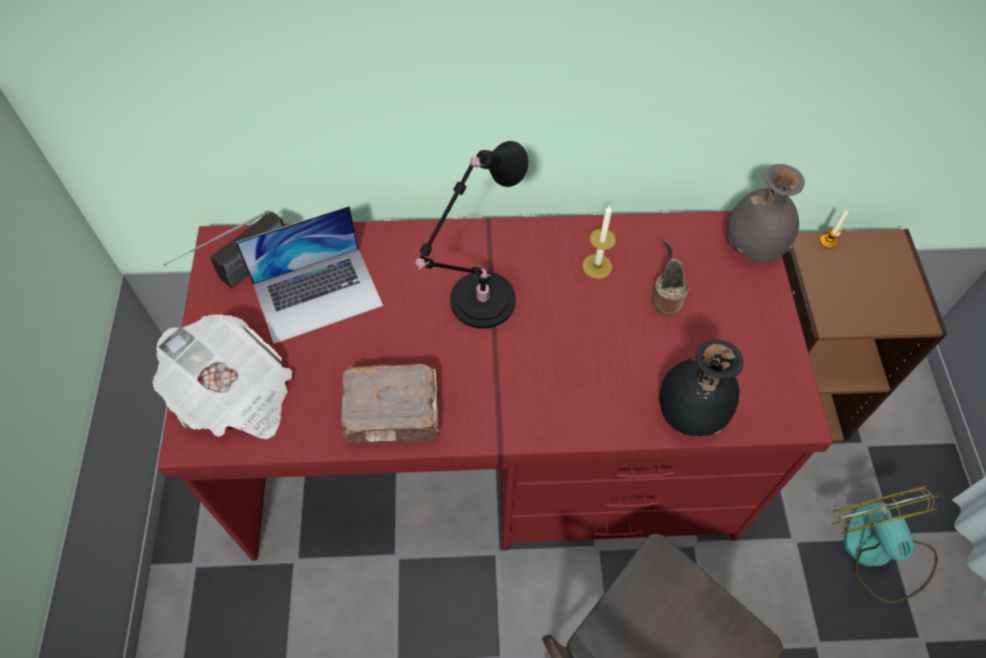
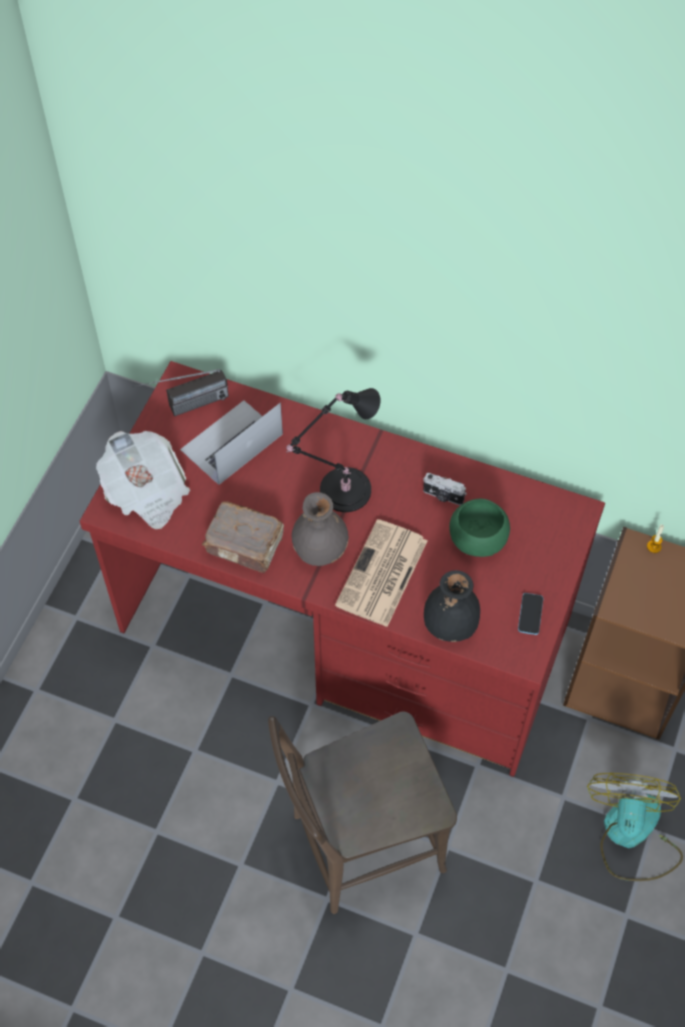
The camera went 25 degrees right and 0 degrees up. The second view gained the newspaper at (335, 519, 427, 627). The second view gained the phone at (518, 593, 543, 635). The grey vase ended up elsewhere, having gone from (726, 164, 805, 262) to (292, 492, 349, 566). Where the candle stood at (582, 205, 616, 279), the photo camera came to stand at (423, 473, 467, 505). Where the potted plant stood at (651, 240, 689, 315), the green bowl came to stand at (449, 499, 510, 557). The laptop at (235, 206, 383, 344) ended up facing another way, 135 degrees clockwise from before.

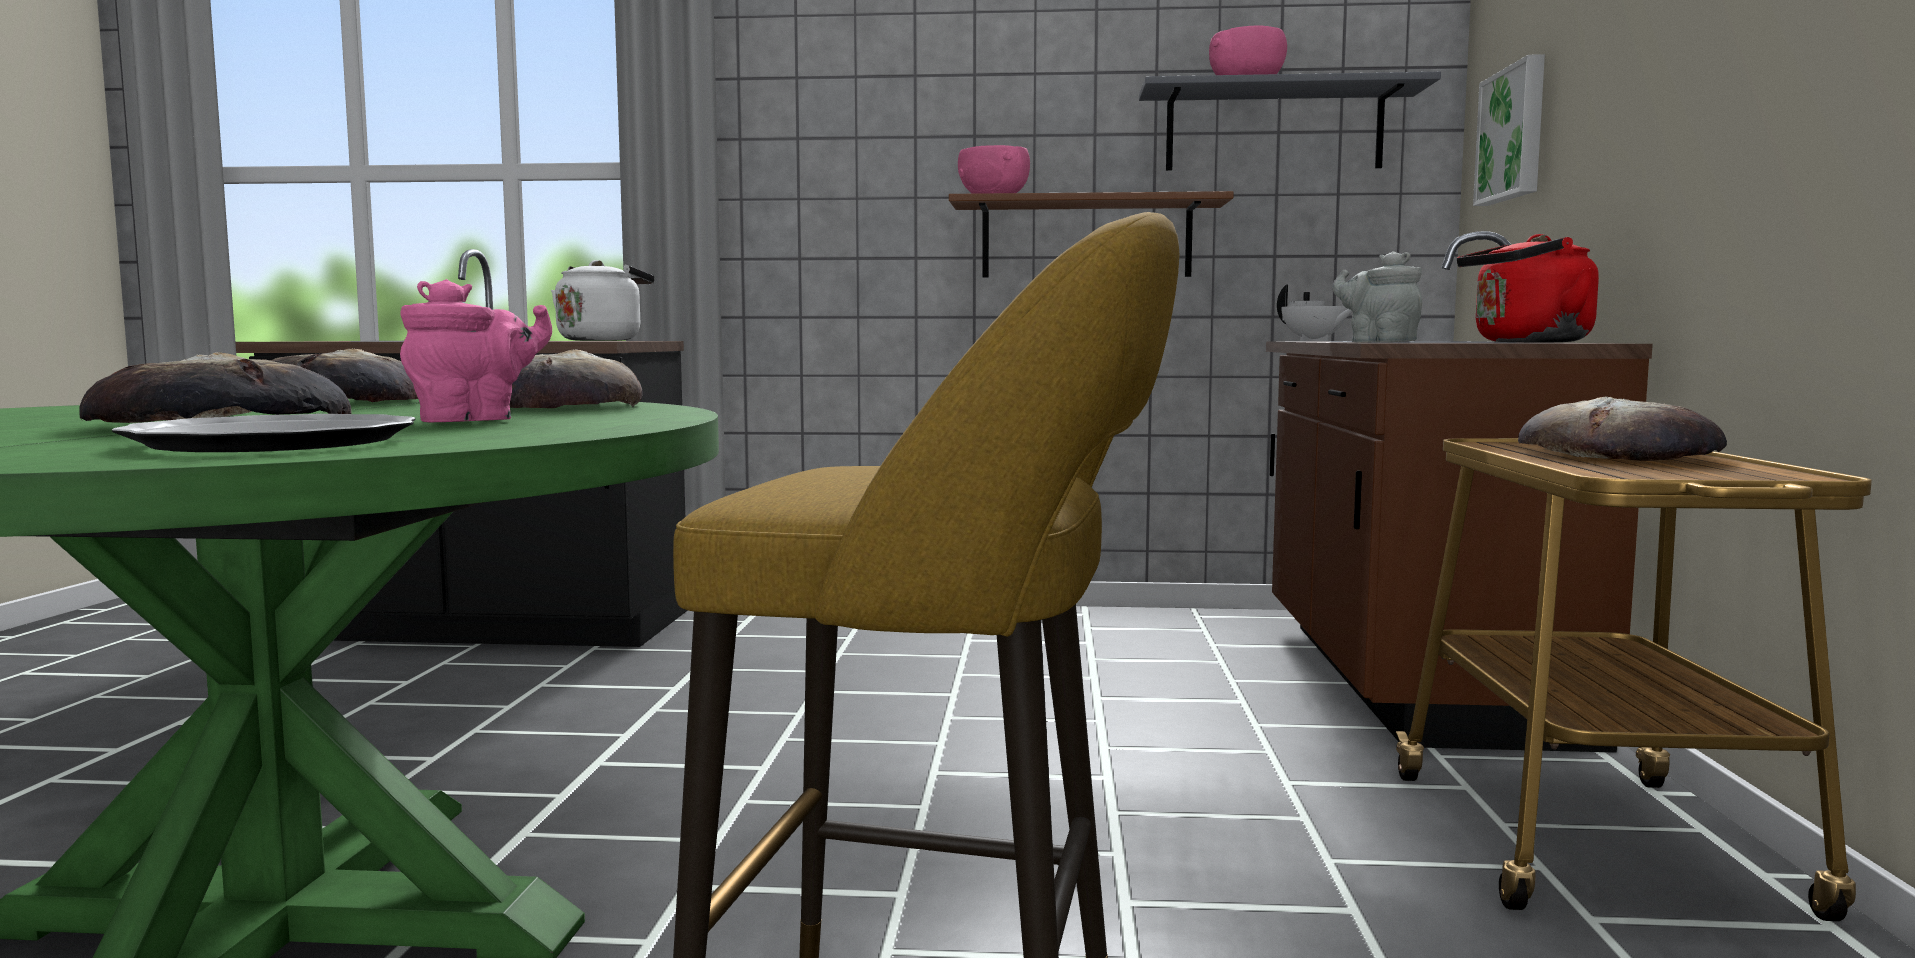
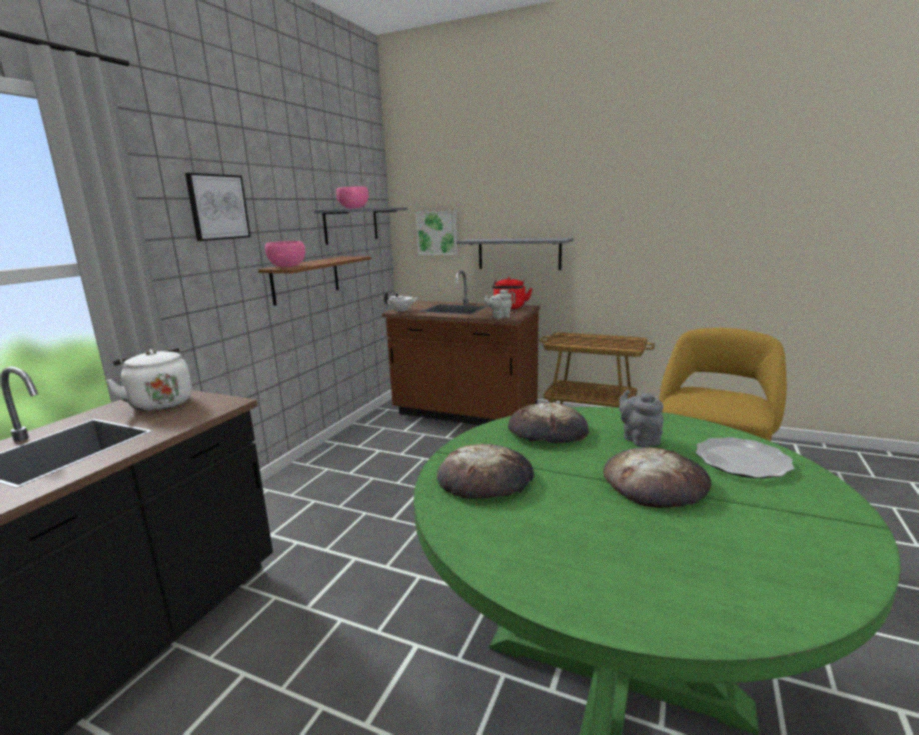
The camera went 70 degrees left and 10 degrees up. The second view lost the bread at (1518, 396, 1727, 461). The second view gained the picture at (185, 173, 251, 241). The second view gained the grey shelf at (456, 238, 574, 270). What was the pink teapot at (400, 279, 552, 422) turned into the grey teapot at (619, 390, 664, 447).

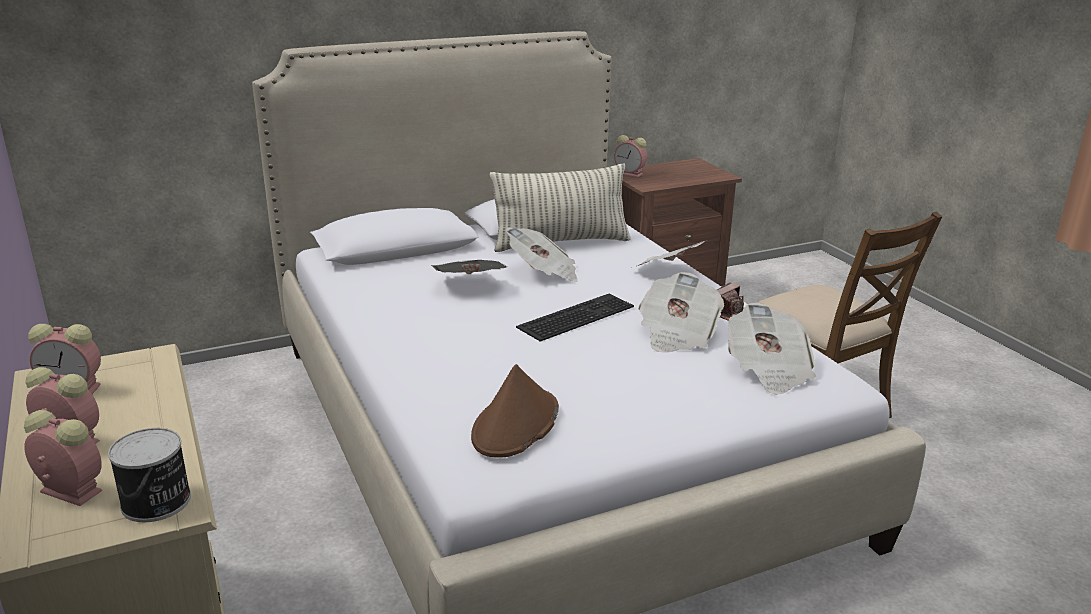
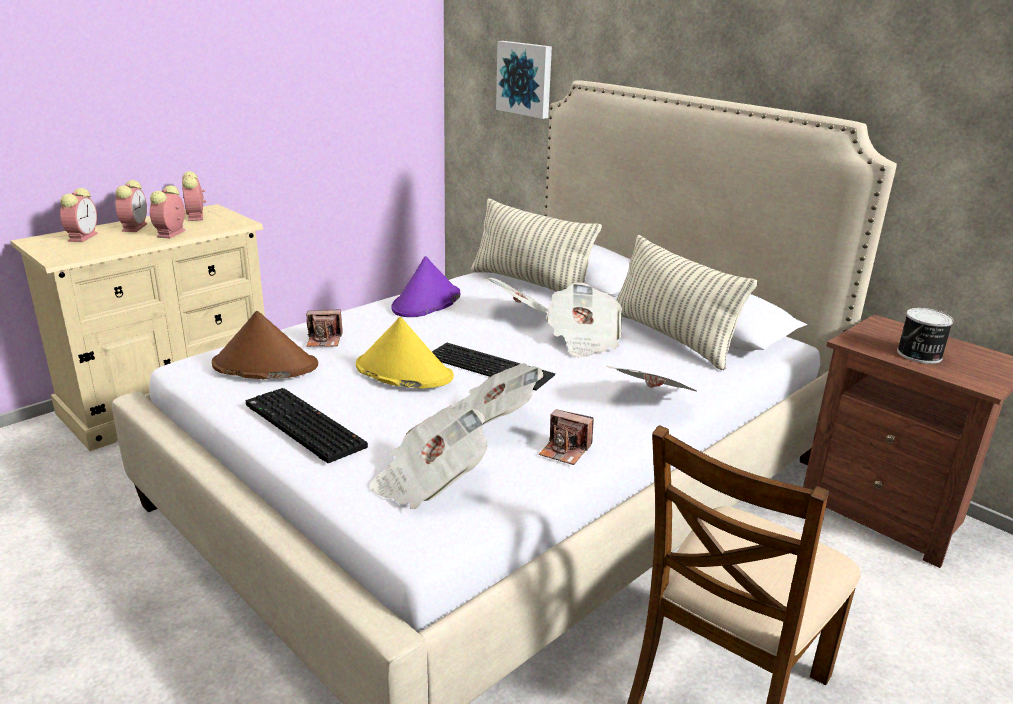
The camera went 70 degrees right and 0 degrees up. The second view gained the keyboard at (246, 388, 368, 463). The second view gained the photo camera at (306, 309, 343, 347). The second view gained the yellow hat at (356, 317, 454, 388). The second view gained the purple hat at (391, 256, 460, 317). The second view gained the pillow at (471, 198, 602, 292). The second view gained the picture at (496, 41, 552, 119). The can ended up elsewhere, having gone from (108, 428, 191, 522) to (897, 308, 954, 364). The alarm clock ended up elsewhere, having gone from (614, 135, 647, 178) to (150, 185, 185, 238).

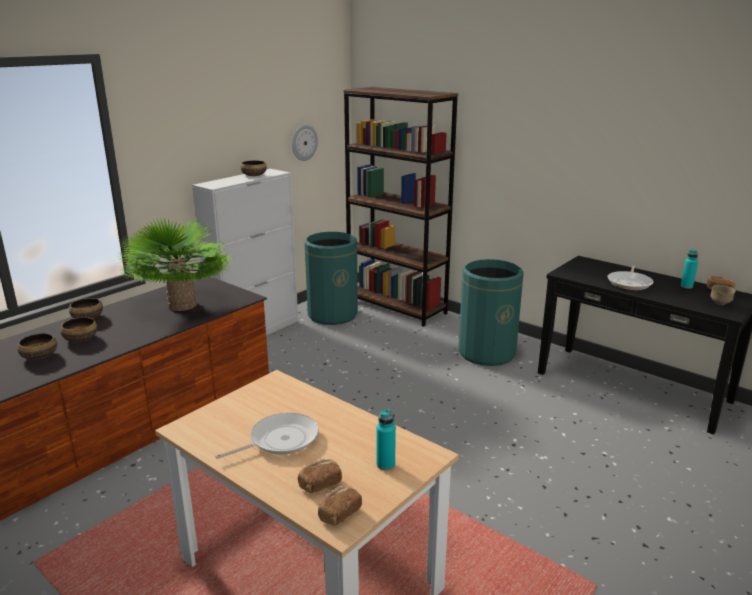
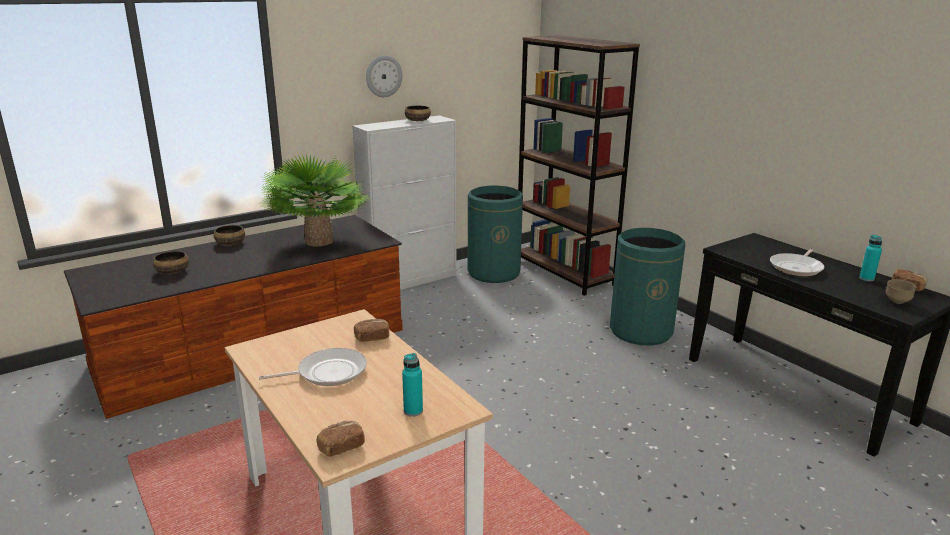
The camera went 15 degrees right and 0 degrees up. The second view lost the bowl at (60, 317, 97, 342). The wall clock ended up elsewhere, having gone from (292, 125, 318, 161) to (366, 55, 402, 97). The bread ended up elsewhere, having gone from (298, 459, 342, 493) to (354, 319, 389, 342).

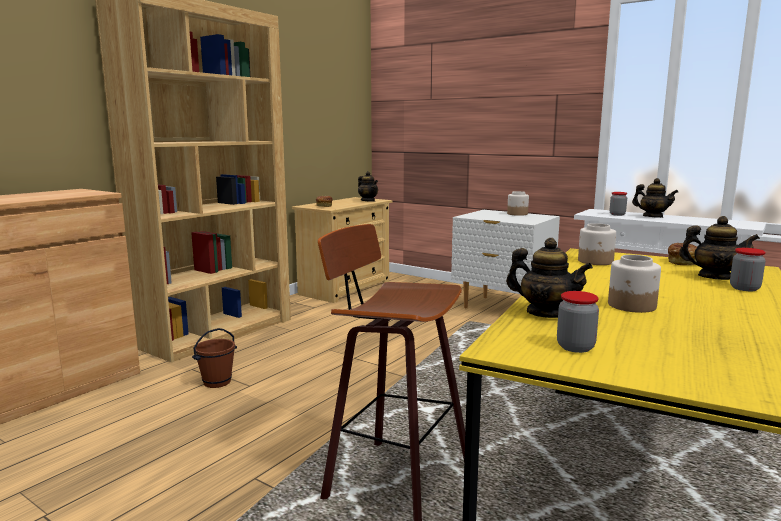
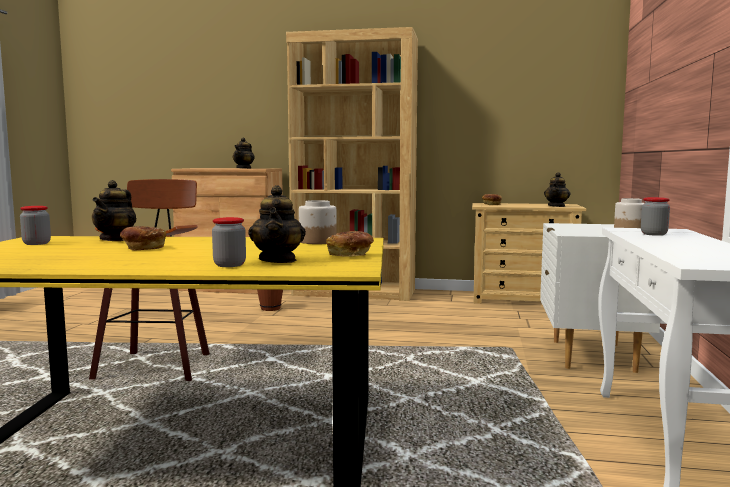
The camera went 65 degrees right and 5 degrees down. The teapot ended up elsewhere, having gone from (632, 178, 678, 218) to (233, 137, 255, 169). Where the jar stood at (608, 255, 661, 313), the bread came to stand at (120, 226, 166, 250).

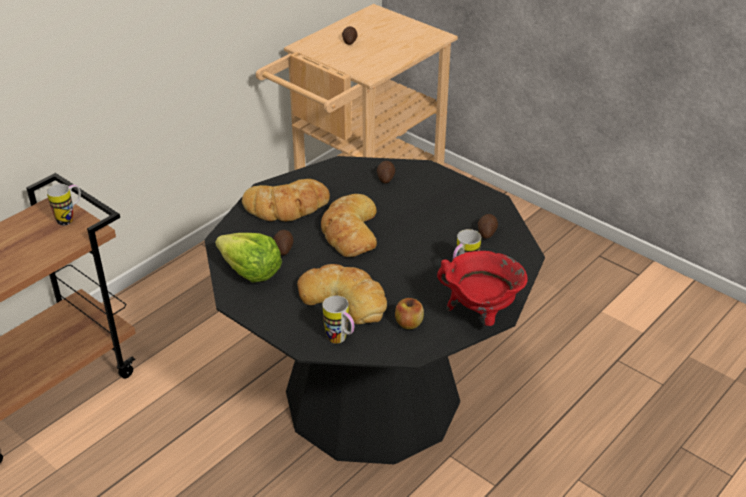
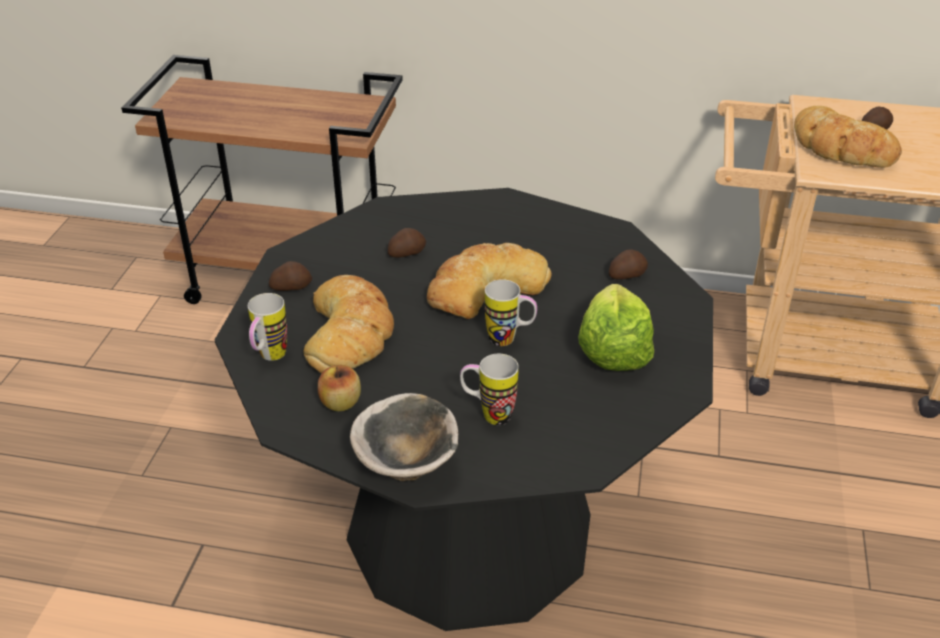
The camera went 60 degrees right and 0 degrees up. The mug ended up elsewhere, having gone from (47, 184, 81, 225) to (485, 279, 537, 346). The lettuce ended up elsewhere, having gone from (215, 233, 282, 282) to (578, 284, 654, 371). The bread ended up elsewhere, having gone from (242, 179, 330, 221) to (794, 106, 902, 168). The potato ended up elsewhere, having gone from (478, 214, 498, 239) to (269, 261, 312, 291). Where the red cooking pot stood at (437, 251, 528, 326), the bowl came to stand at (350, 393, 458, 481).

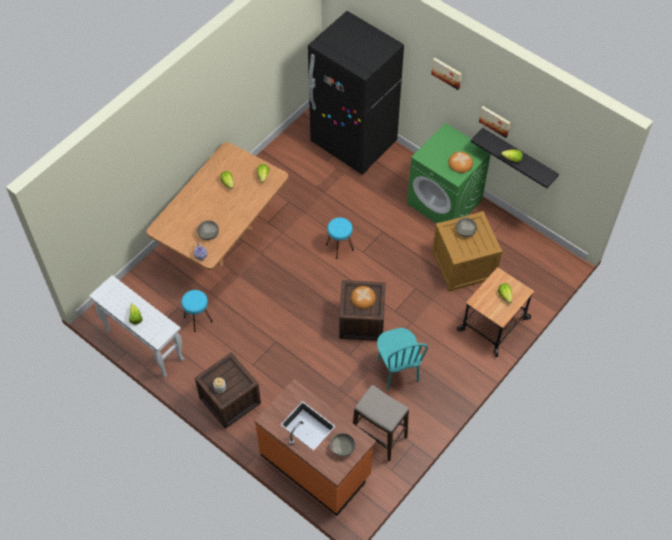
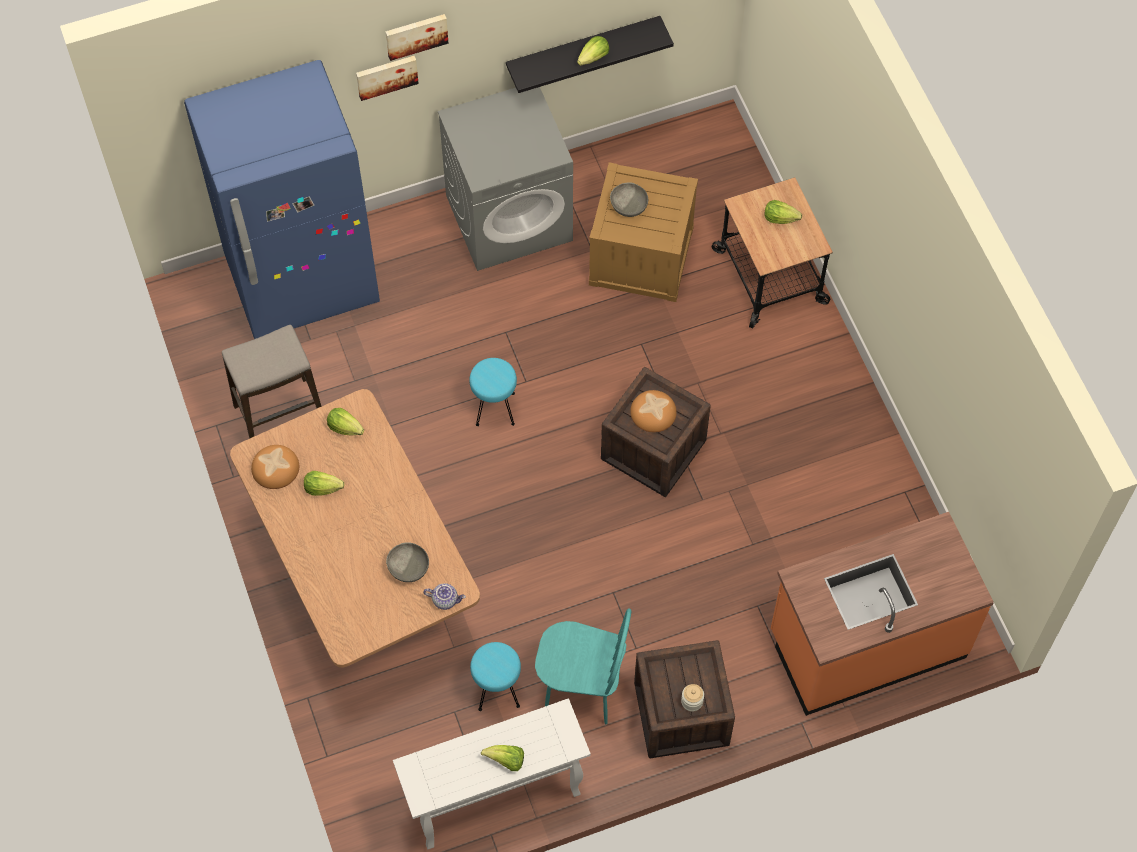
The camera went 60 degrees left and 5 degrees up. The second view lost the grey bowl at (330, 433, 355, 457). The stool ended up elsewhere, having gone from (353, 385, 409, 462) to (222, 325, 322, 439). The turquoise chair ended up elsewhere, having gone from (377, 328, 428, 391) to (535, 608, 631, 724). The bread ended up elsewhere, having gone from (448, 152, 473, 173) to (251, 445, 299, 489). The picture ended up elsewhere, having gone from (479, 106, 511, 138) to (356, 56, 419, 101). What was the black fridge at (308, 11, 404, 175) turned into the blue fridge at (184, 60, 380, 339). What was the green washing machine at (407, 123, 491, 223) turned into the grey washing machine at (438, 87, 573, 271).

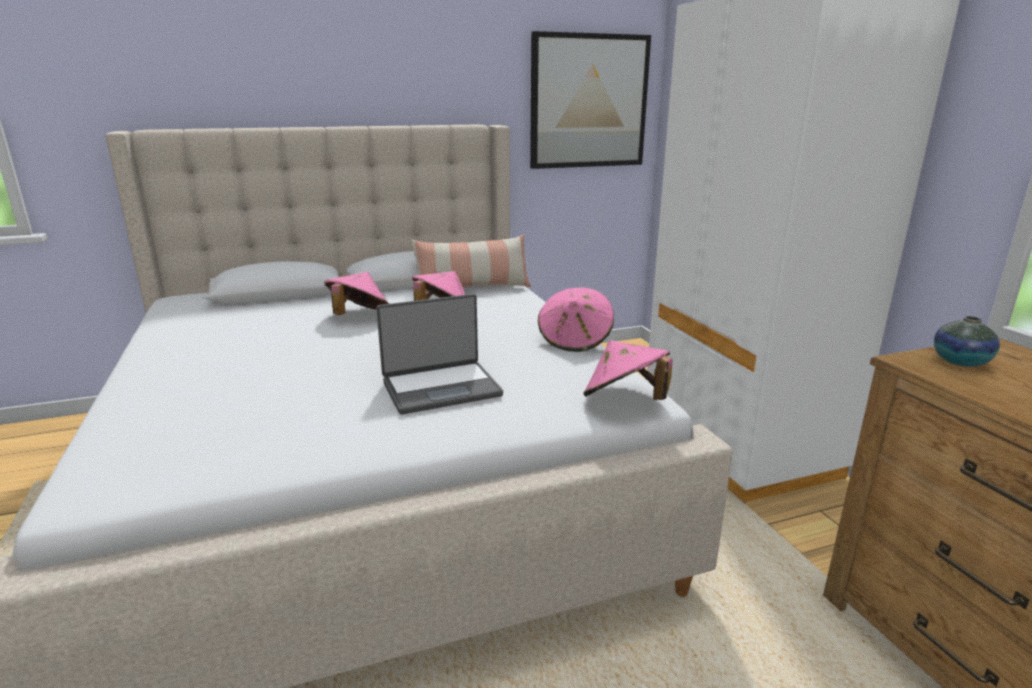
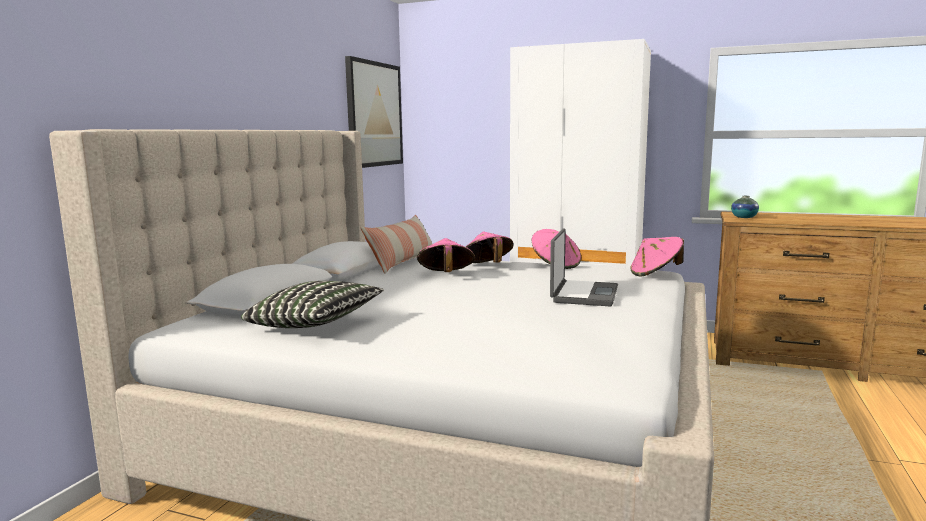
The camera went 50 degrees left and 10 degrees down. The second view gained the pillow at (241, 281, 384, 328). The pink hat ended up elsewhere, having gone from (324, 272, 389, 315) to (466, 232, 513, 263).

